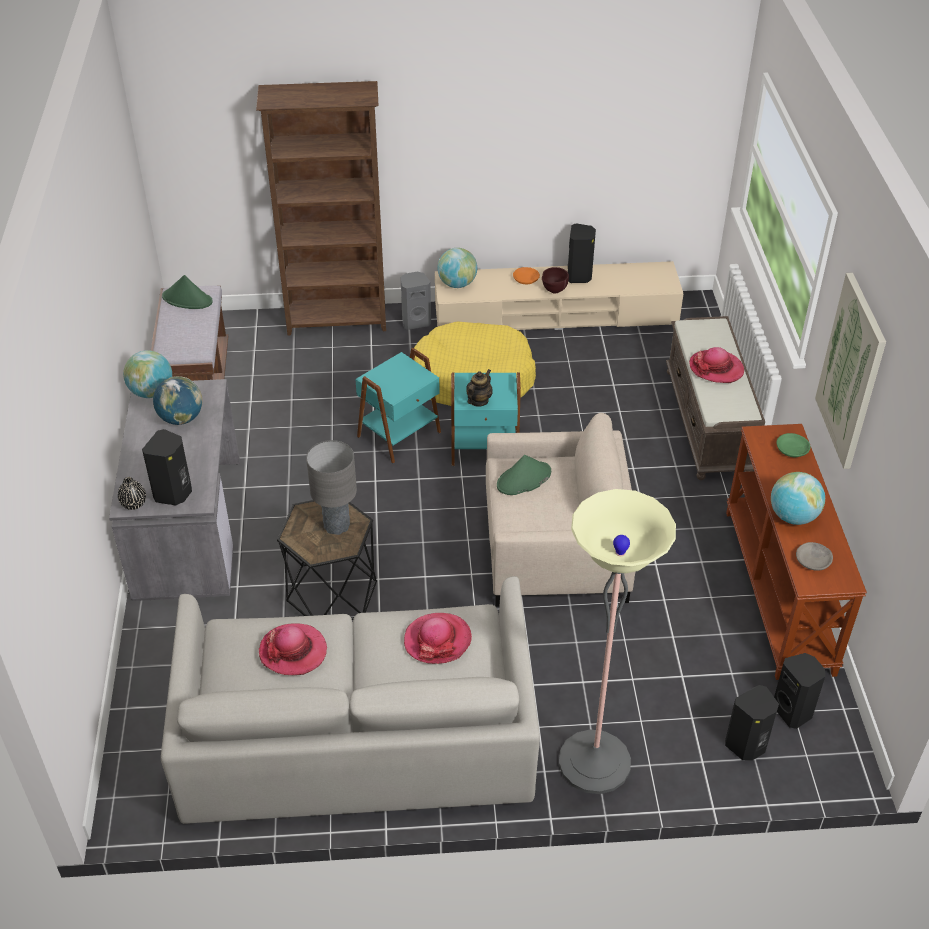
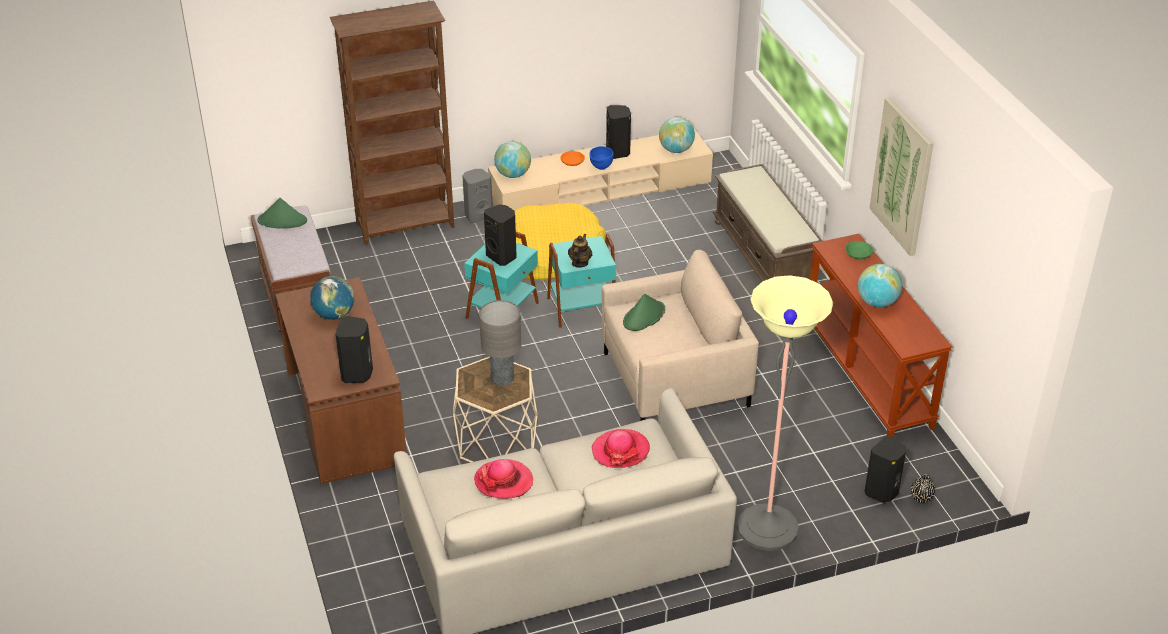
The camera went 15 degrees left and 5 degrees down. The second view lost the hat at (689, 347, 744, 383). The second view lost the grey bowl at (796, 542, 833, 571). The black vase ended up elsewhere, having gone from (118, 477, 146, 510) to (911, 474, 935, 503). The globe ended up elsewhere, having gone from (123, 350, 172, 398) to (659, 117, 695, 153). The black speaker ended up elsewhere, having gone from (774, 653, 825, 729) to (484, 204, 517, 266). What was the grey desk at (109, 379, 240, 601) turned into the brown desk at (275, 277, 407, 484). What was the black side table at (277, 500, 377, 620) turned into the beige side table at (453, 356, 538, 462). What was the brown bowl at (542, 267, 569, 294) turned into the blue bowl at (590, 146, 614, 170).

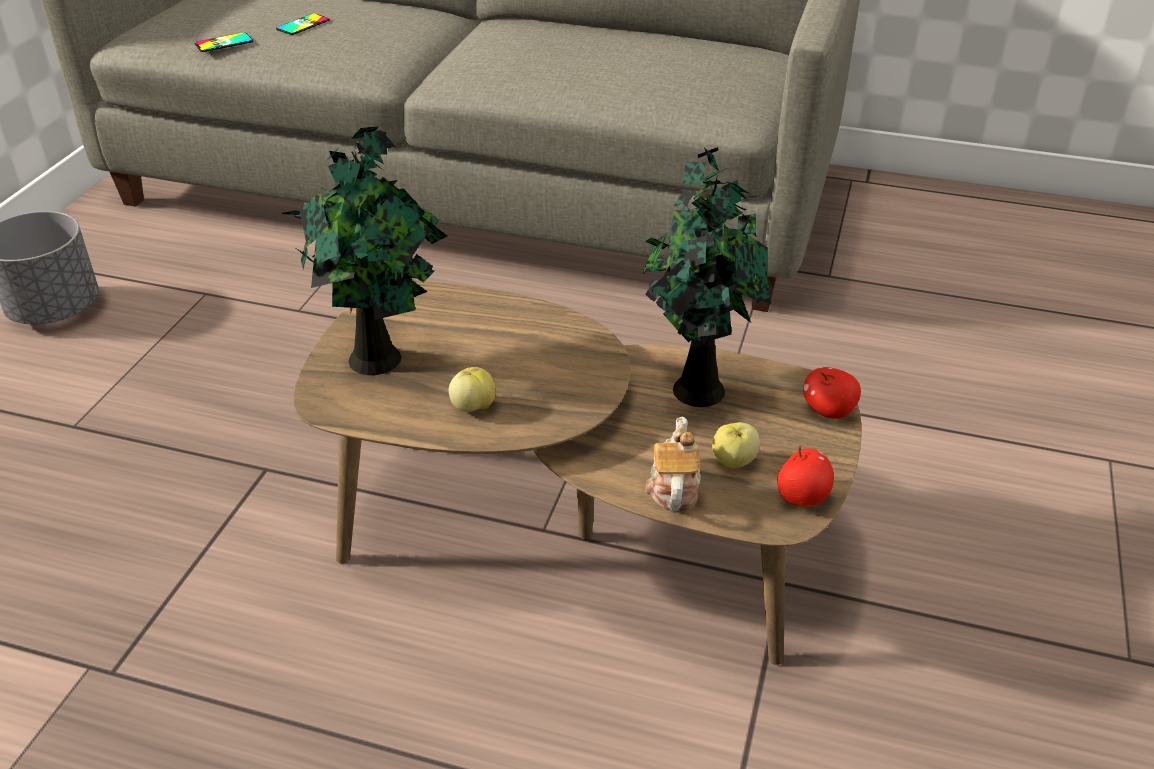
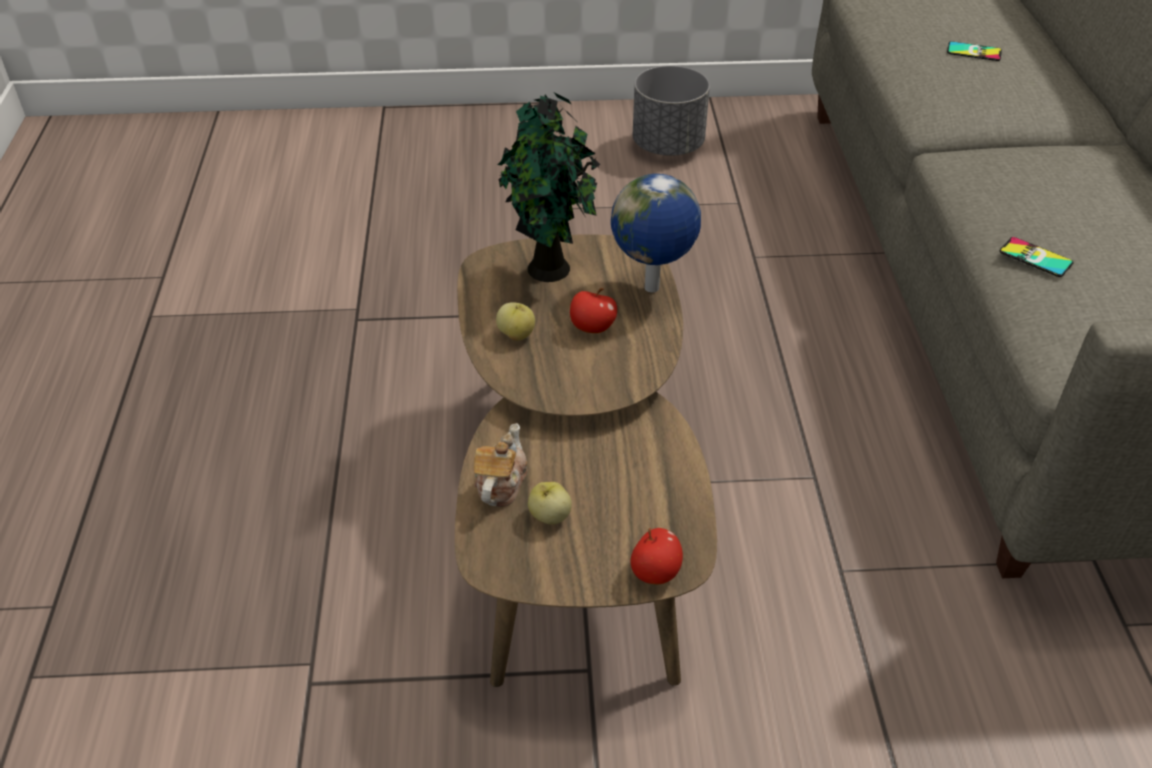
The camera went 70 degrees right and 5 degrees up. The second view lost the potted plant at (643, 147, 771, 407). The second view gained the globe at (611, 174, 701, 292). The phone ended up elsewhere, having gone from (194, 32, 253, 52) to (999, 237, 1073, 277). The apple ended up elsewhere, having gone from (777, 445, 834, 507) to (570, 288, 617, 333). The teapot at (646, 416, 701, 511) ended up facing another way, 60 degrees counterclockwise from before.

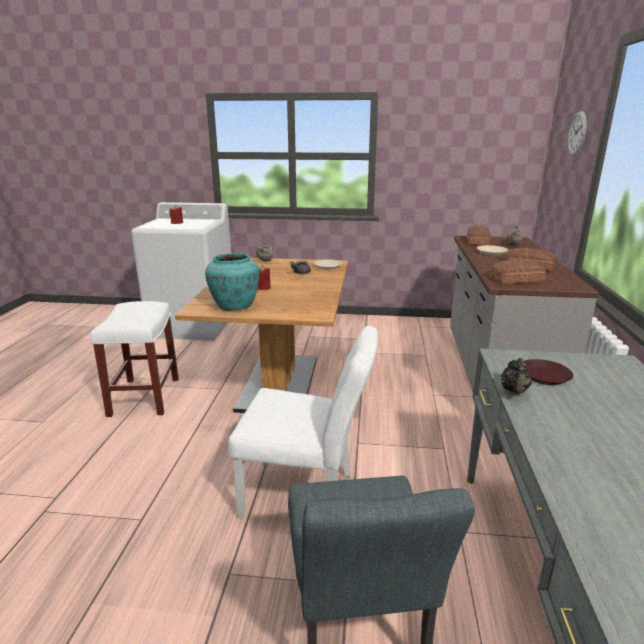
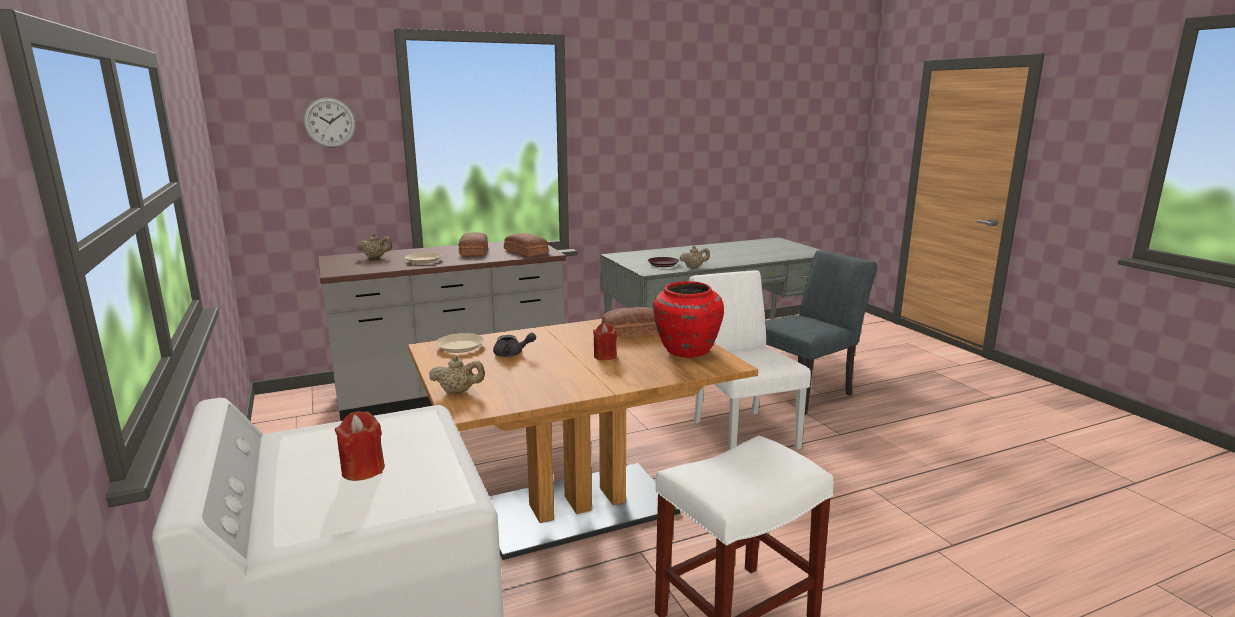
The camera went 120 degrees left and 5 degrees down. The bread ended up elsewhere, having gone from (467, 226, 491, 245) to (601, 307, 659, 338). What was the turquoise vase at (205, 253, 260, 311) turned into the red vase at (653, 281, 724, 358). What was the black teapot at (501, 358, 532, 394) turned into the beige teapot at (680, 246, 710, 268).

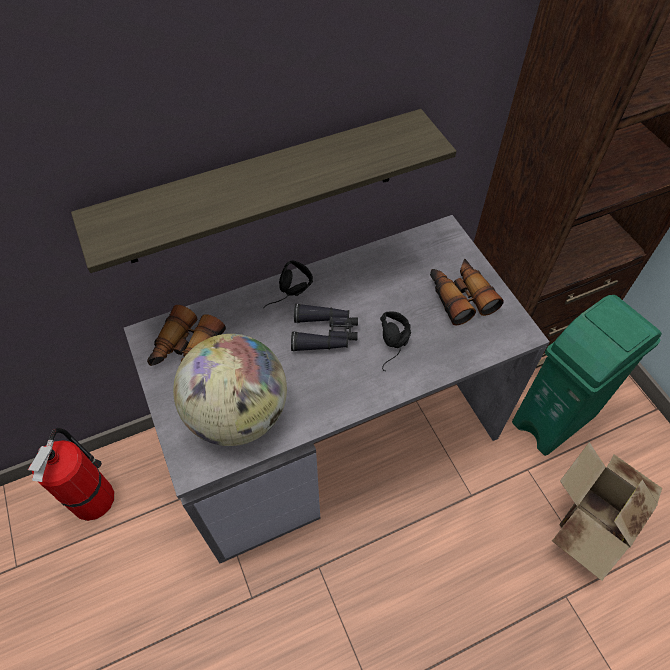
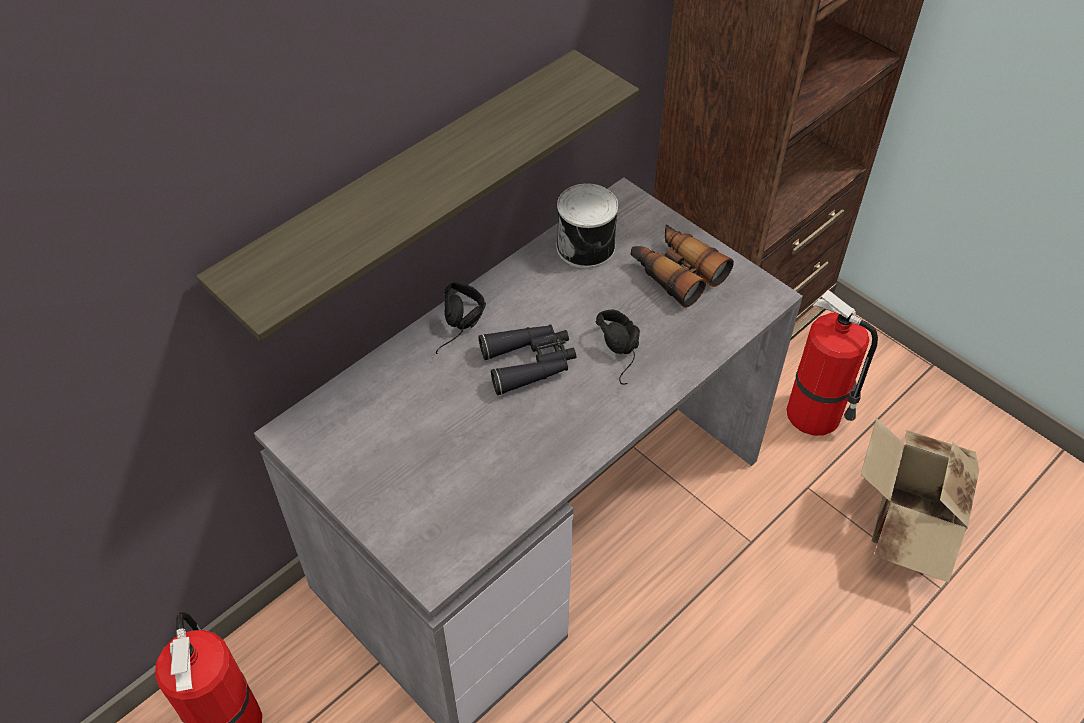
The camera went 20 degrees left and 5 degrees down. The second view lost the binoculars at (147, 305, 226, 366). The second view lost the globe at (173, 334, 287, 446). The second view gained the can at (557, 183, 618, 269). Where the green trash can stood at (512, 295, 662, 456), the fire extinguisher came to stand at (786, 290, 878, 435).

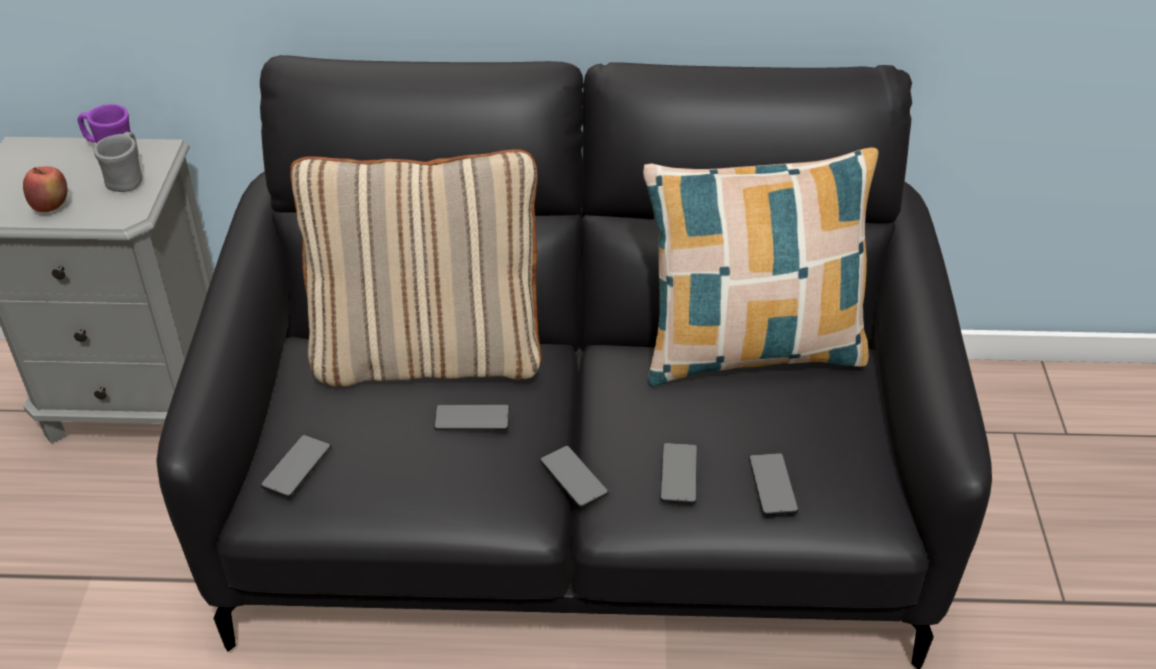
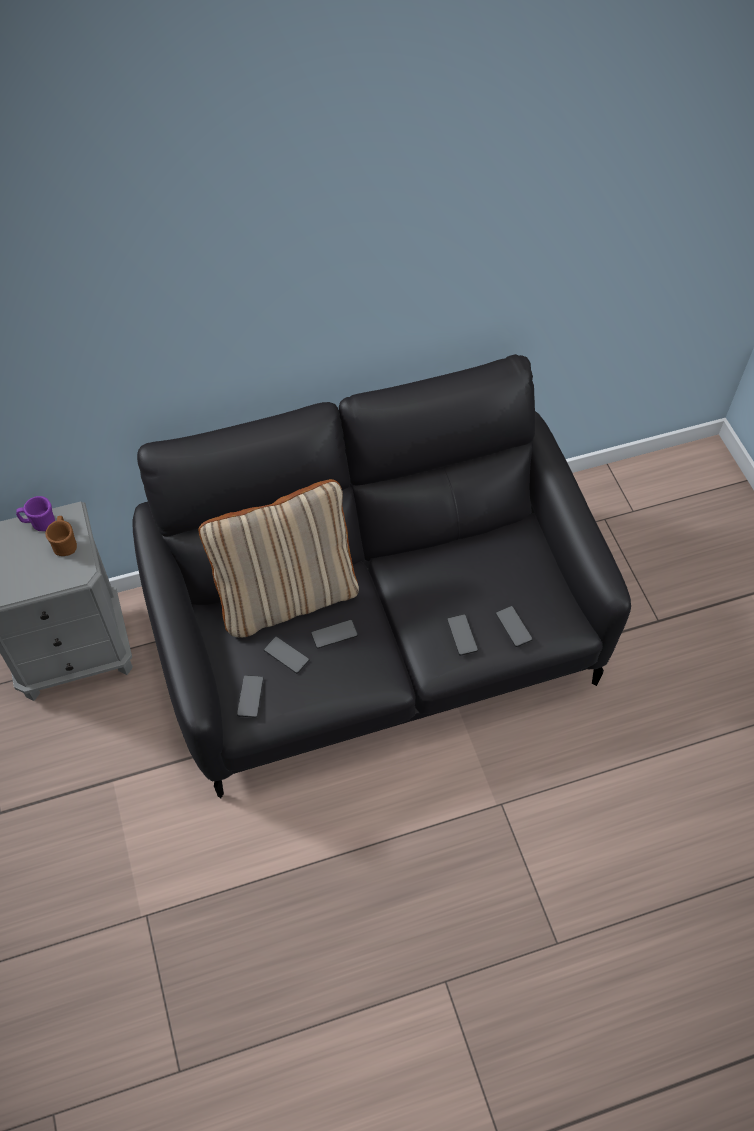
The camera went 20 degrees left and 15 degrees up. The second view lost the apple at (23, 166, 67, 212). The second view lost the pillow at (643, 148, 879, 386). The phone ended up elsewhere, having gone from (540, 446, 609, 508) to (264, 636, 309, 674). What was the grey mug at (93, 132, 142, 192) turned into the brown mug at (45, 516, 77, 556).

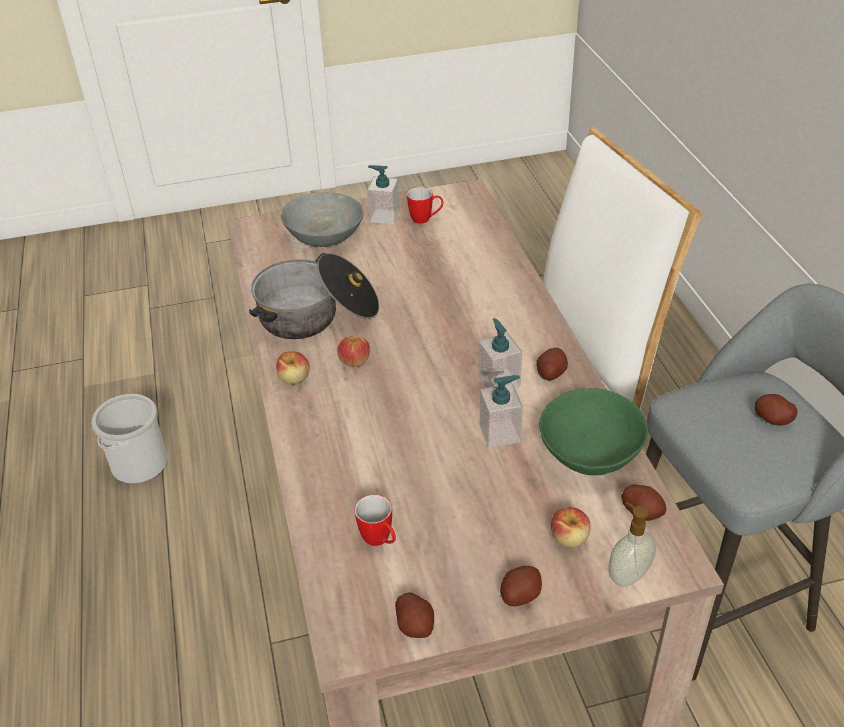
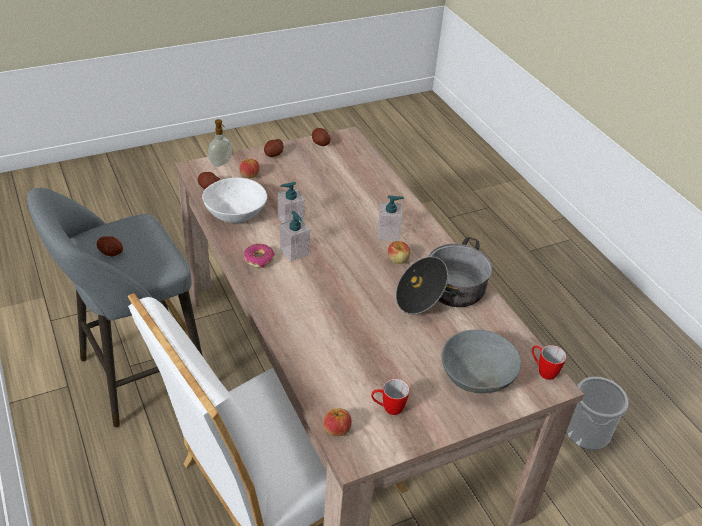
The camera went 165 degrees right and 0 degrees up. The apple ended up elsewhere, having gone from (276, 351, 310, 384) to (323, 408, 352, 436). The mug ended up elsewhere, having gone from (354, 495, 396, 546) to (532, 345, 566, 380). The soap dispenser ended up elsewhere, having gone from (367, 165, 400, 224) to (378, 195, 404, 241). Where the potato stood at (537, 348, 568, 380), the donut came to stand at (244, 244, 275, 268). What was the green bowl at (539, 388, 648, 475) turned into the white bowl at (202, 178, 267, 223).

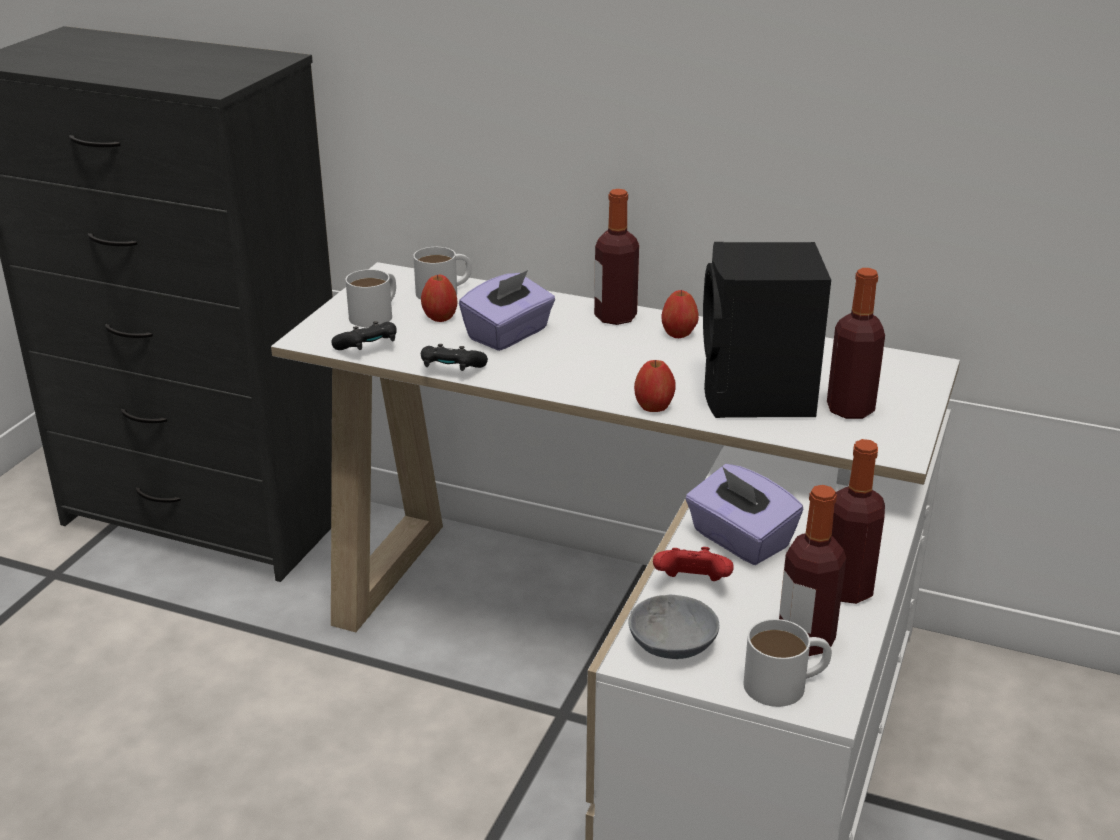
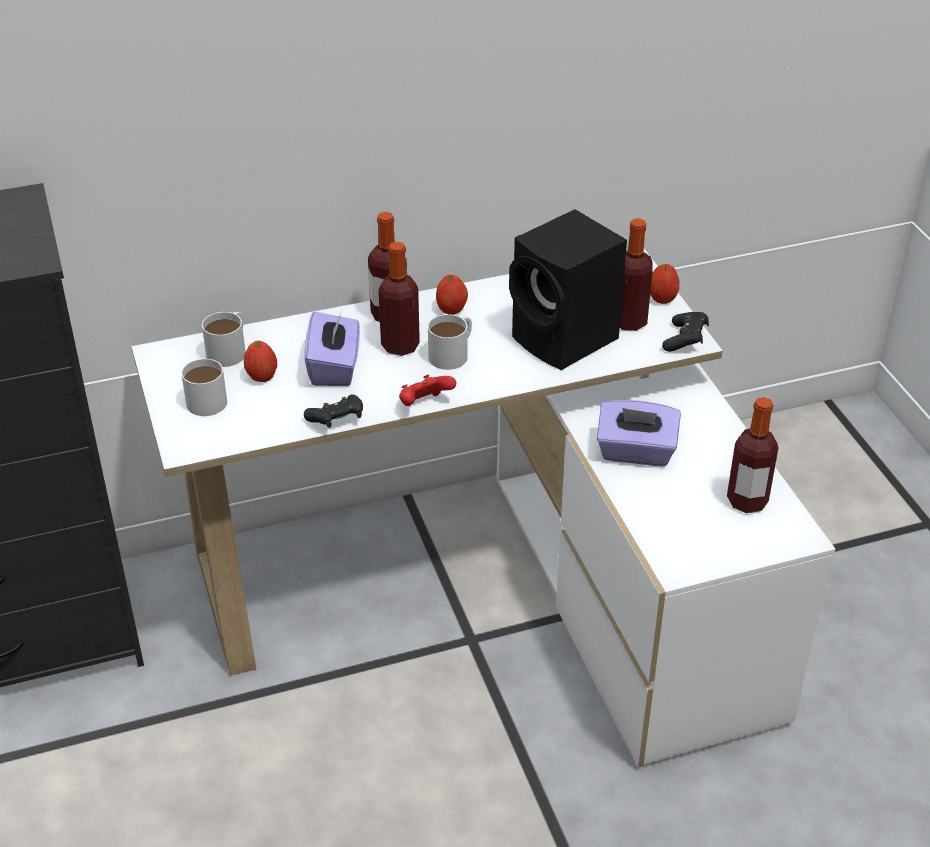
The camera went 40 degrees left and 10 degrees up. The second view lost the grey bowl at (628, 595, 719, 659). The black game controller ended up elsewhere, having gone from (331, 321, 397, 350) to (662, 312, 709, 352). The apple ended up elsewhere, having gone from (634, 359, 676, 412) to (650, 264, 679, 304). The red game controller ended up elsewhere, having gone from (653, 547, 734, 581) to (399, 375, 456, 406). The white mug ended up elsewhere, having gone from (743, 619, 832, 707) to (428, 314, 472, 370). The bottle ended up elsewhere, having gone from (832, 439, 885, 604) to (379, 242, 420, 356).

